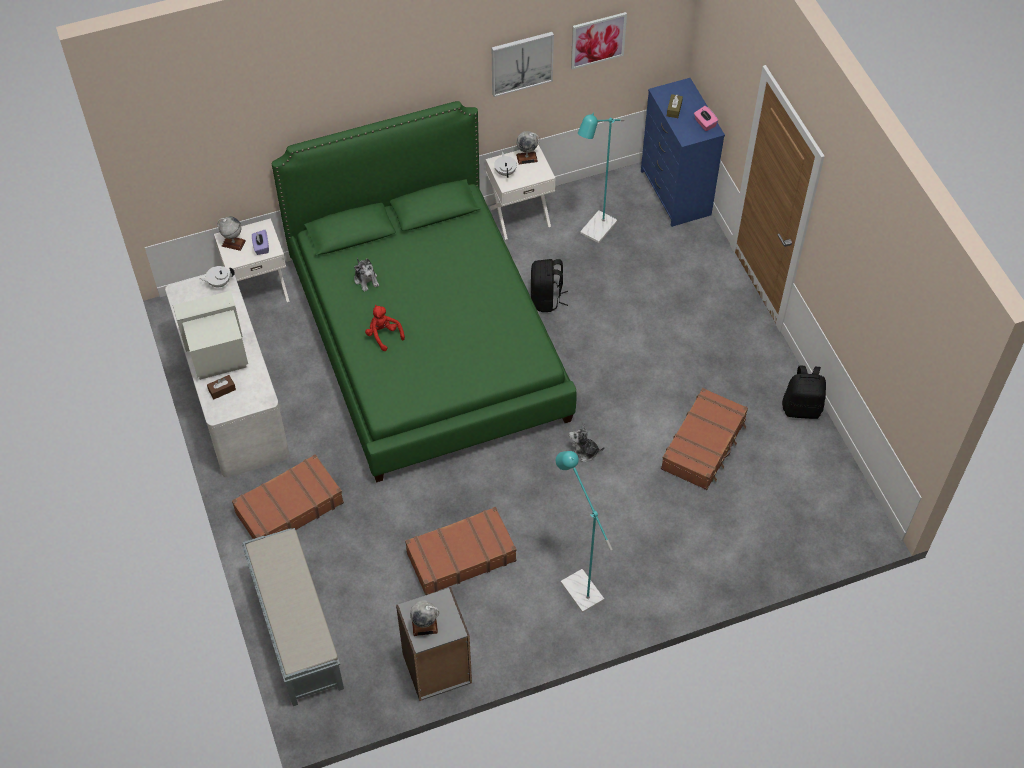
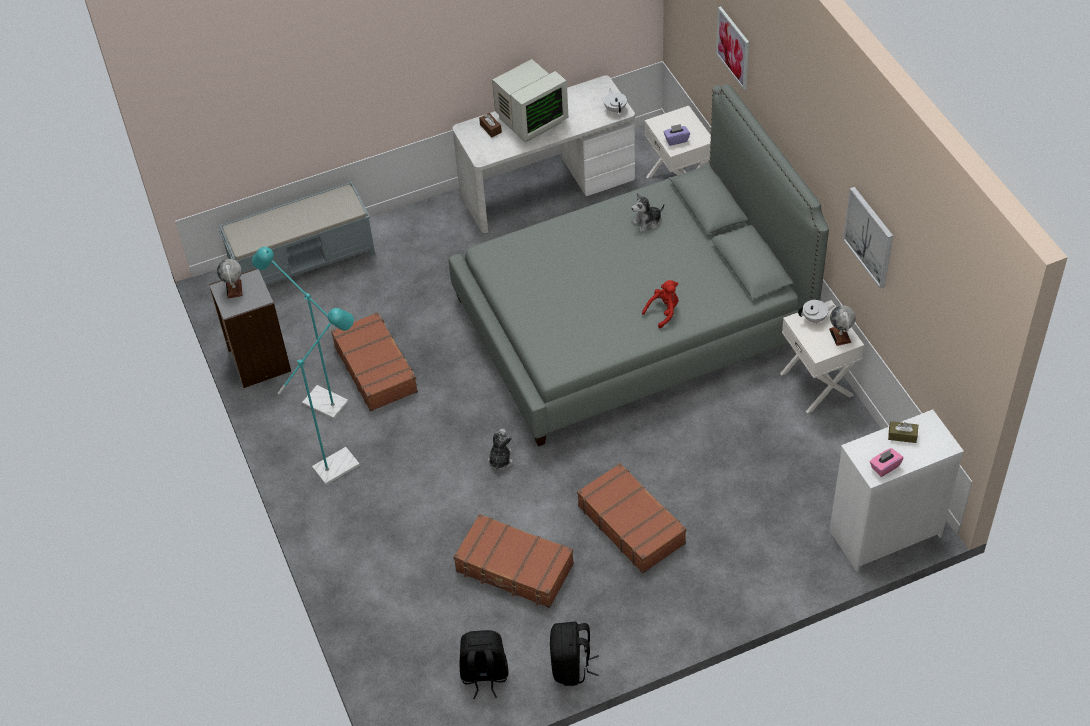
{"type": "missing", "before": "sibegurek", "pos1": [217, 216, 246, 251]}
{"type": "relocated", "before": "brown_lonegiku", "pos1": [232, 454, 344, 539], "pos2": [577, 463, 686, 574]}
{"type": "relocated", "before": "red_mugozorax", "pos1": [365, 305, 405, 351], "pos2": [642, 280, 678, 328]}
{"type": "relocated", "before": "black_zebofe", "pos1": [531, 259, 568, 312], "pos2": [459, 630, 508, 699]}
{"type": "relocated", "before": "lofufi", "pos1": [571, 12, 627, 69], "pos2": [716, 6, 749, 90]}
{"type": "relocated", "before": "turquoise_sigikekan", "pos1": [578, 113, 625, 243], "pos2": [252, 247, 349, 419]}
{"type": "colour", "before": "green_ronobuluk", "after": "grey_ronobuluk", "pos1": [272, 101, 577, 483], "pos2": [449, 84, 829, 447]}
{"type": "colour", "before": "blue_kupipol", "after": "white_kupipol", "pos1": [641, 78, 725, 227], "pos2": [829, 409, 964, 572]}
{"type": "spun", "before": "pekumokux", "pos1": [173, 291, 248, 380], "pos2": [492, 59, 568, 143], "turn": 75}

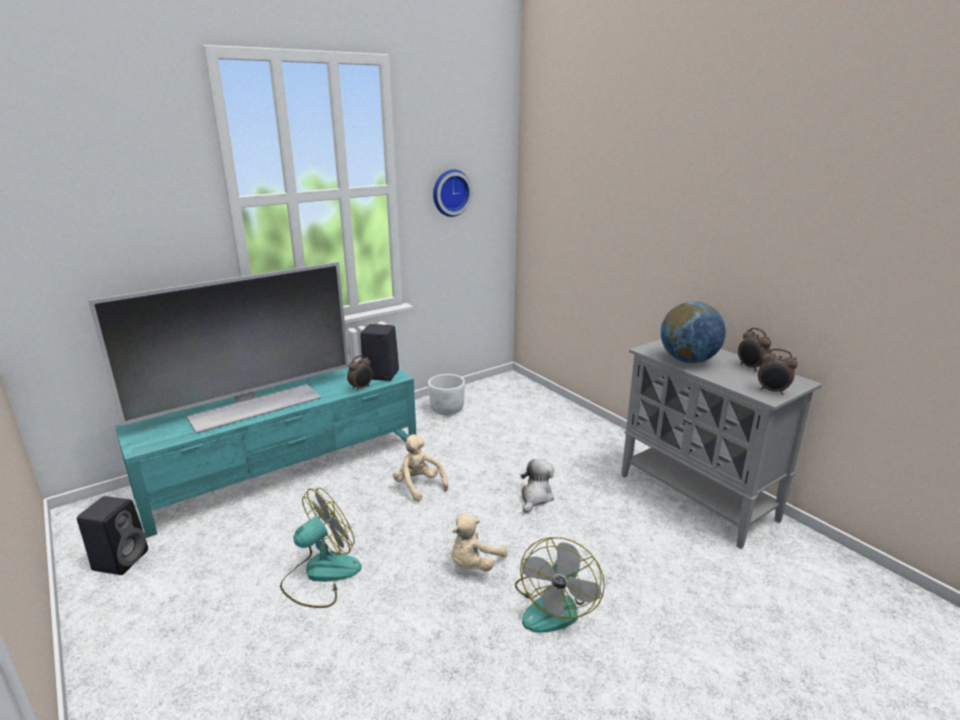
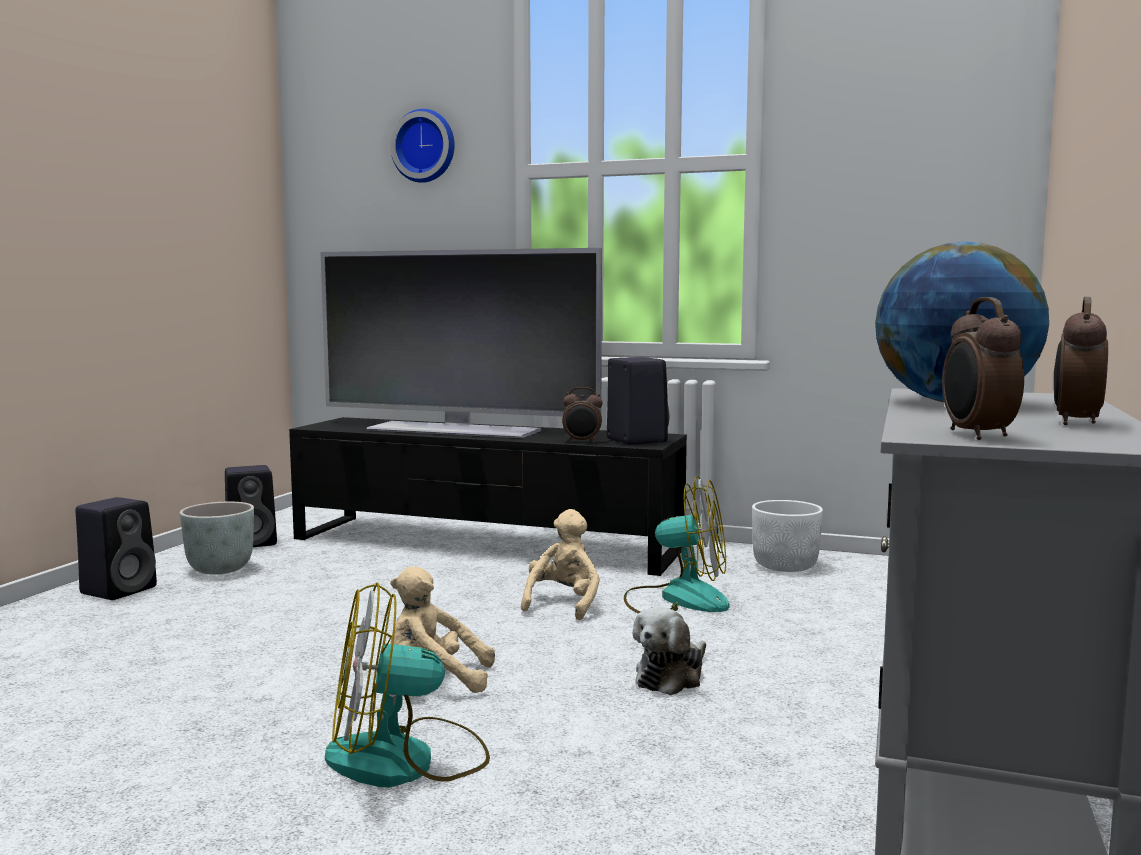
{"type": "appeared", "after": "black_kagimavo", "pos2": [76, 497, 157, 600]}
{"type": "appeared", "after": "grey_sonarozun", "pos2": [180, 502, 254, 575]}
{"type": "relocated", "before": "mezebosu", "pos1": [280, 488, 361, 608], "pos2": [624, 476, 730, 614]}
{"type": "relocated", "before": "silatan", "pos1": [433, 170, 472, 217], "pos2": [390, 109, 455, 183]}
{"type": "colour", "before": "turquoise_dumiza", "after": "black_dumiza", "pos1": [115, 367, 416, 538], "pos2": [289, 417, 687, 576]}
{"type": "spun", "before": "mugozorax", "pos1": [521, 459, 554, 513], "pos2": [633, 607, 706, 695], "turn": 135}

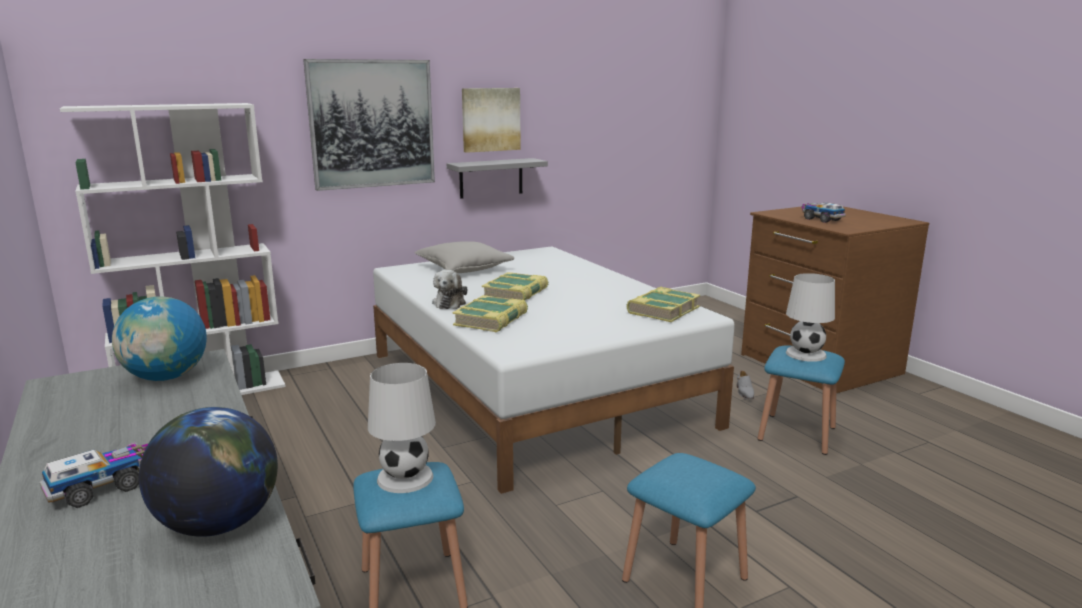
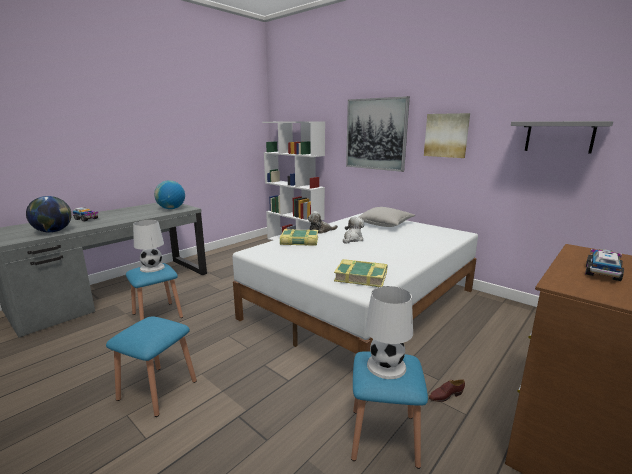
{"type": "relocated", "before": "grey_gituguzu", "pos1": [447, 158, 548, 199], "pos2": [511, 121, 613, 154]}
{"type": "exchanged", "before": "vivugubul", "after": "mugozorax", "pos1": [482, 272, 548, 301], "pos2": [343, 217, 364, 244]}
{"type": "colour", "before": "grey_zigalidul", "after": "brown_zigalidul", "pos1": [737, 371, 754, 400], "pos2": [429, 379, 465, 402]}

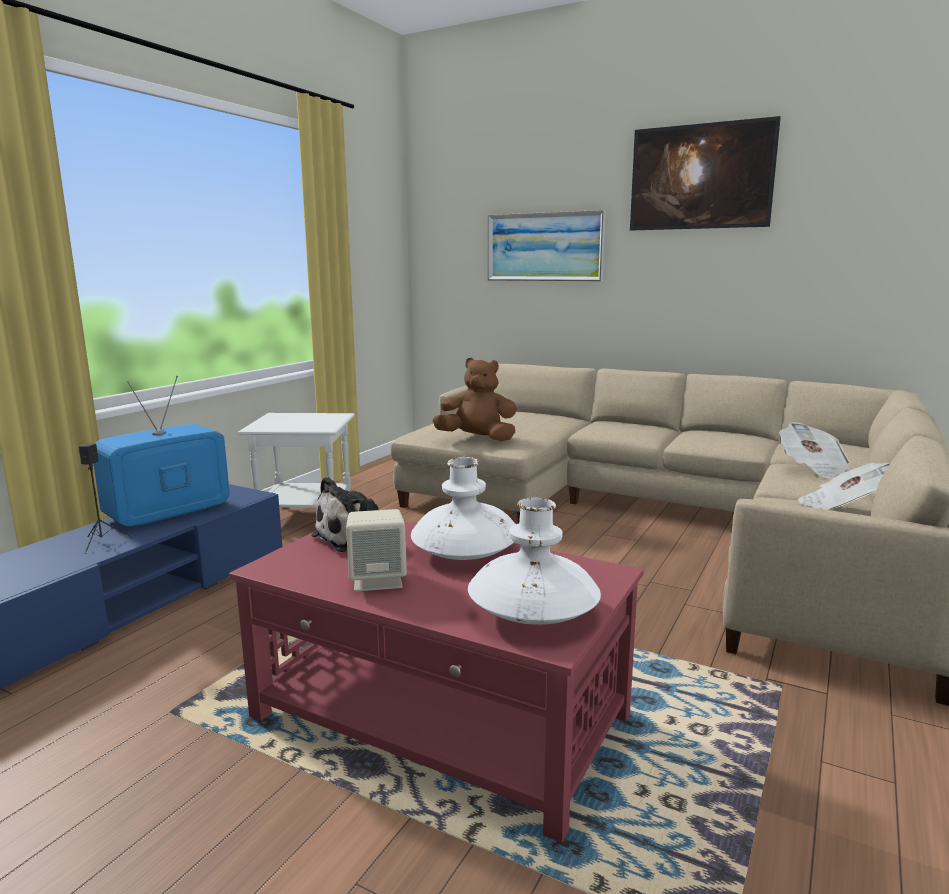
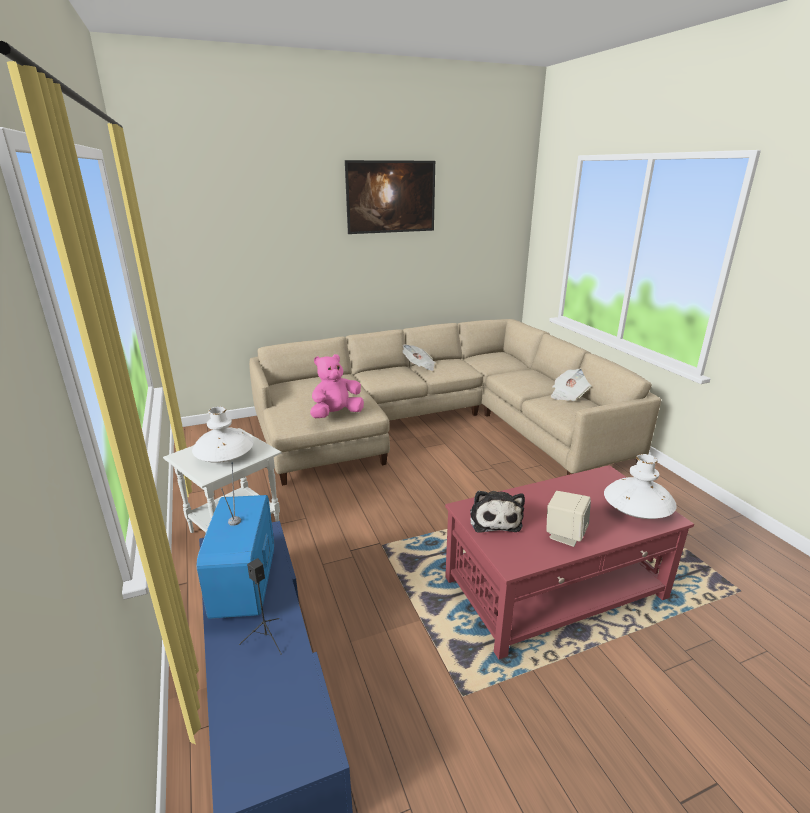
{"type": "missing", "before": "lofufi", "pos1": [488, 210, 605, 281]}
{"type": "relocated", "before": "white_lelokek", "pos1": [411, 457, 516, 560], "pos2": [192, 406, 254, 463]}
{"type": "relocated", "before": "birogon", "pos1": [779, 422, 852, 478], "pos2": [402, 344, 436, 371]}
{"type": "colour", "before": "brown_mugozorax", "after": "pink_mugozorax", "pos1": [432, 357, 517, 441], "pos2": [310, 354, 364, 418]}

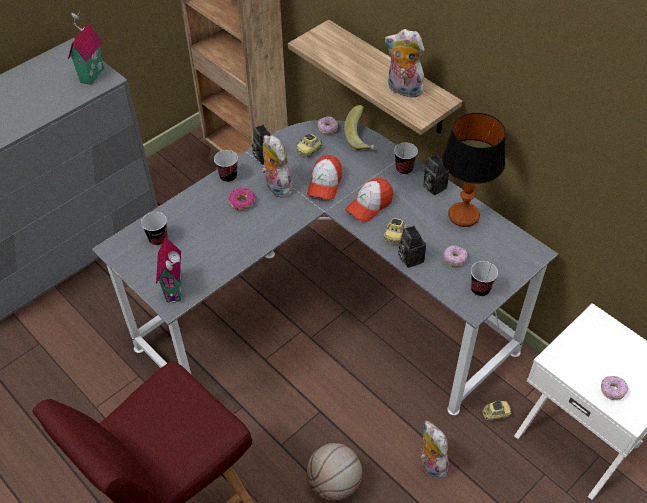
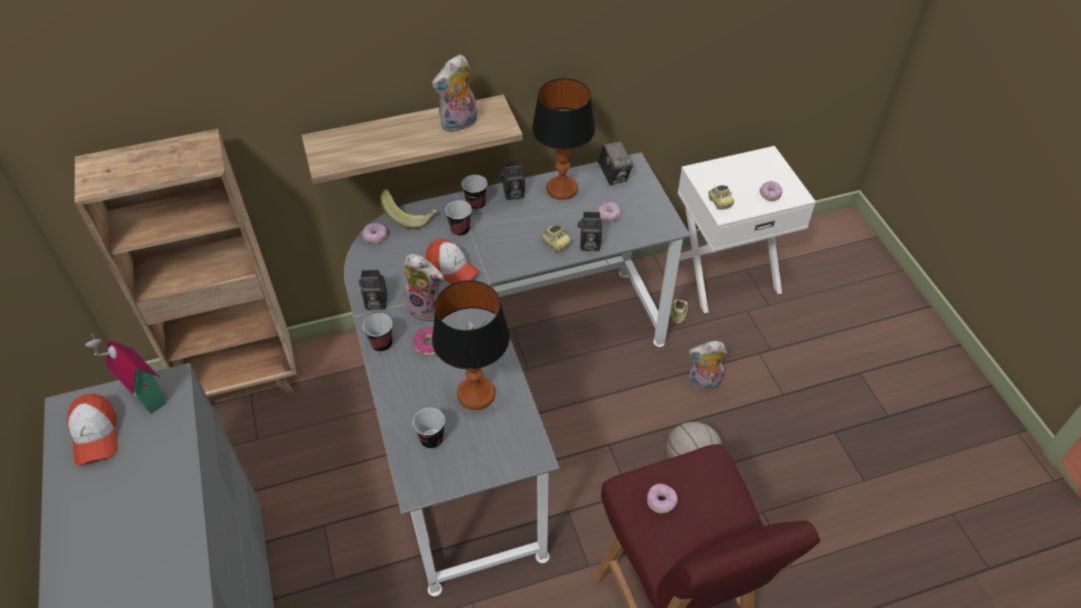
{"type": "missing", "before": "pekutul", "pos1": [156, 237, 182, 303]}
{"type": "appeared", "after": "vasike", "pos2": [432, 280, 510, 410]}
{"type": "appeared", "after": "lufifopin", "pos2": [598, 141, 633, 185]}
{"type": "appeared", "after": "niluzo", "pos2": [647, 483, 678, 514]}
{"type": "relocated", "before": "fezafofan", "pos1": [296, 134, 322, 158], "pos2": [708, 185, 734, 210]}
{"type": "relocated", "before": "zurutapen", "pos1": [345, 178, 393, 222], "pos2": [67, 393, 118, 465]}
{"type": "relocated", "before": "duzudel", "pos1": [471, 261, 498, 297], "pos2": [445, 200, 472, 237]}
{"type": "spun", "before": "mugozorax", "pos1": [262, 135, 295, 198], "pos2": [403, 254, 445, 323], "turn": -150}

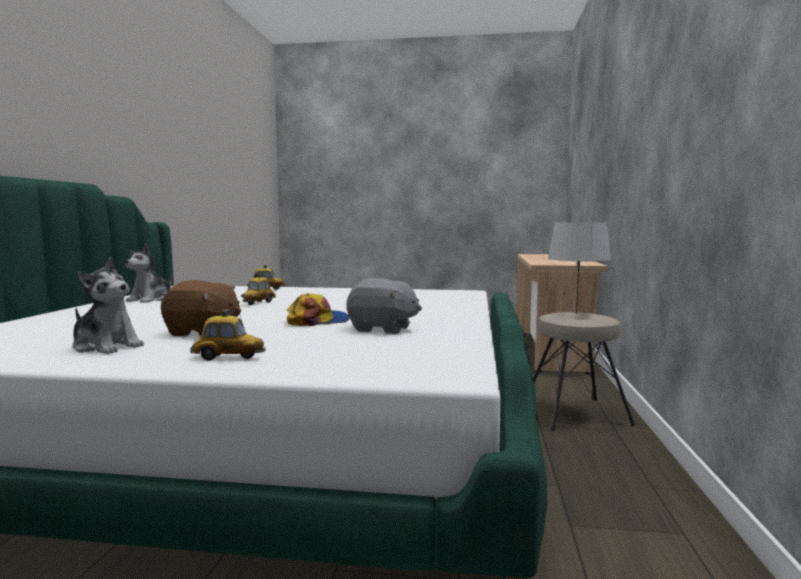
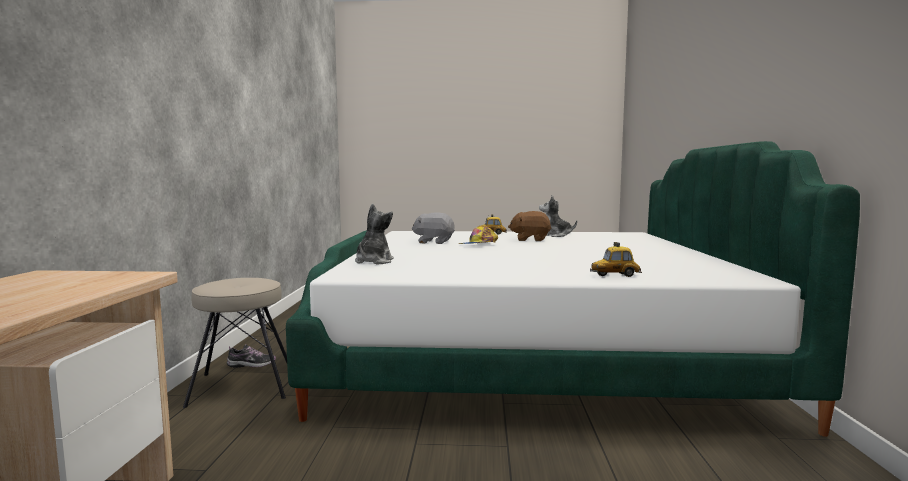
{"type": "missing", "before": "fezafofan", "pos1": [241, 274, 276, 305]}
{"type": "missing", "before": "grey_vasike", "pos1": [548, 222, 611, 313]}
{"type": "appeared", "after": "zigalidul", "pos2": [227, 344, 276, 368]}
{"type": "relocated", "before": "mugozorax", "pos1": [125, 244, 172, 303], "pos2": [355, 204, 394, 265]}

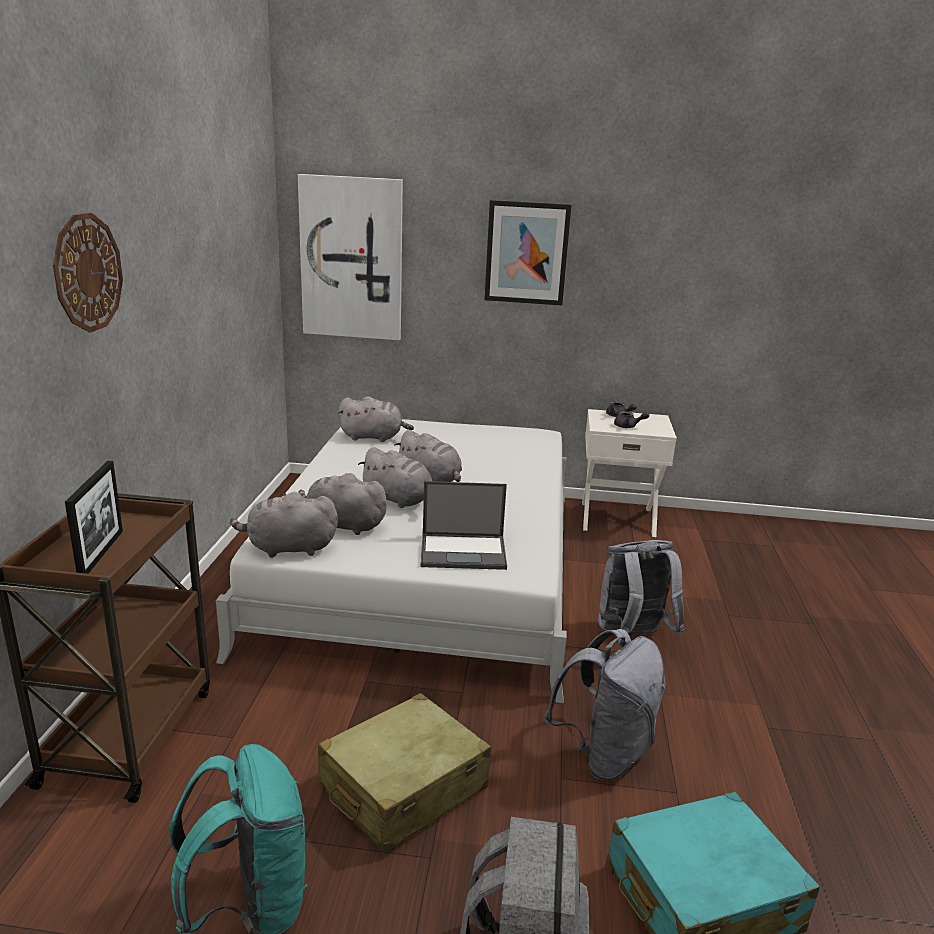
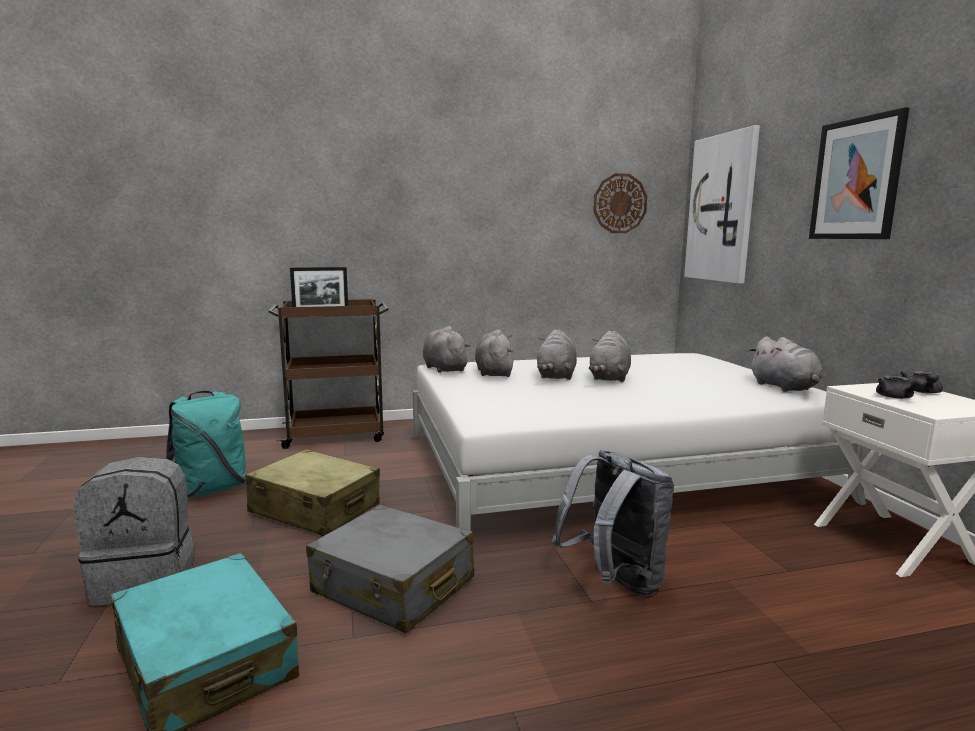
{"type": "missing", "before": "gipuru", "pos1": [420, 481, 507, 570]}
{"type": "relocated", "before": "silatan", "pos1": [53, 213, 123, 333], "pos2": [593, 173, 647, 233]}
{"type": "relocated", "before": "grey_mugozorax", "pos1": [338, 396, 414, 442], "pos2": [749, 337, 822, 392]}
{"type": "exchanged", "before": "grey_zebofe", "after": "grey_lonegiku", "pos1": [544, 629, 666, 780], "pos2": [306, 505, 474, 633]}

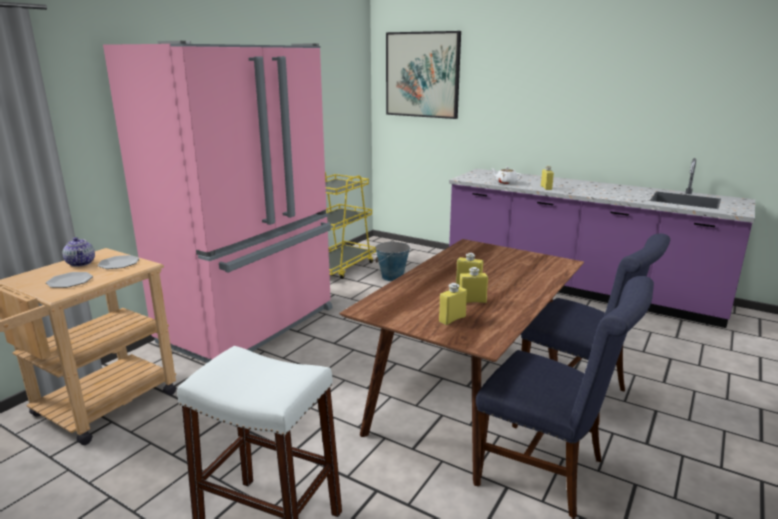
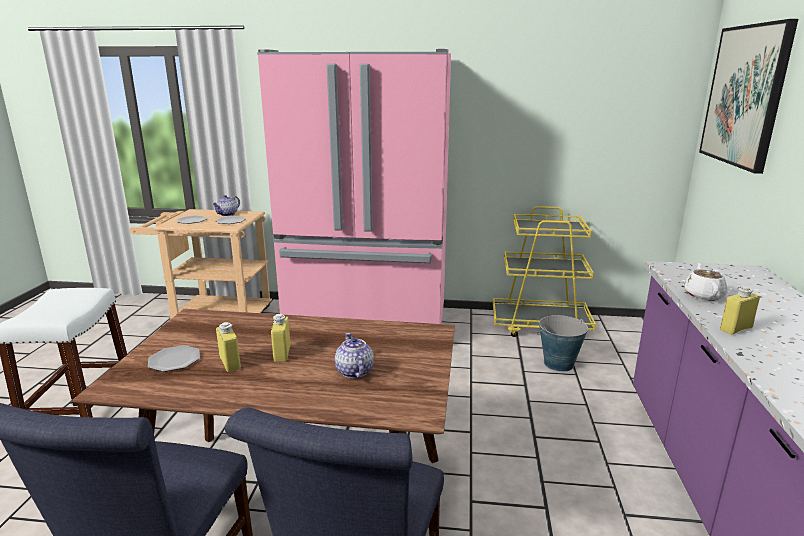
{"type": "appeared", "after": "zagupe", "pos2": [335, 333, 374, 379]}
{"type": "exchanged", "before": "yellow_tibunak", "after": "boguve", "pos1": [439, 283, 467, 325], "pos2": [148, 345, 200, 372]}

